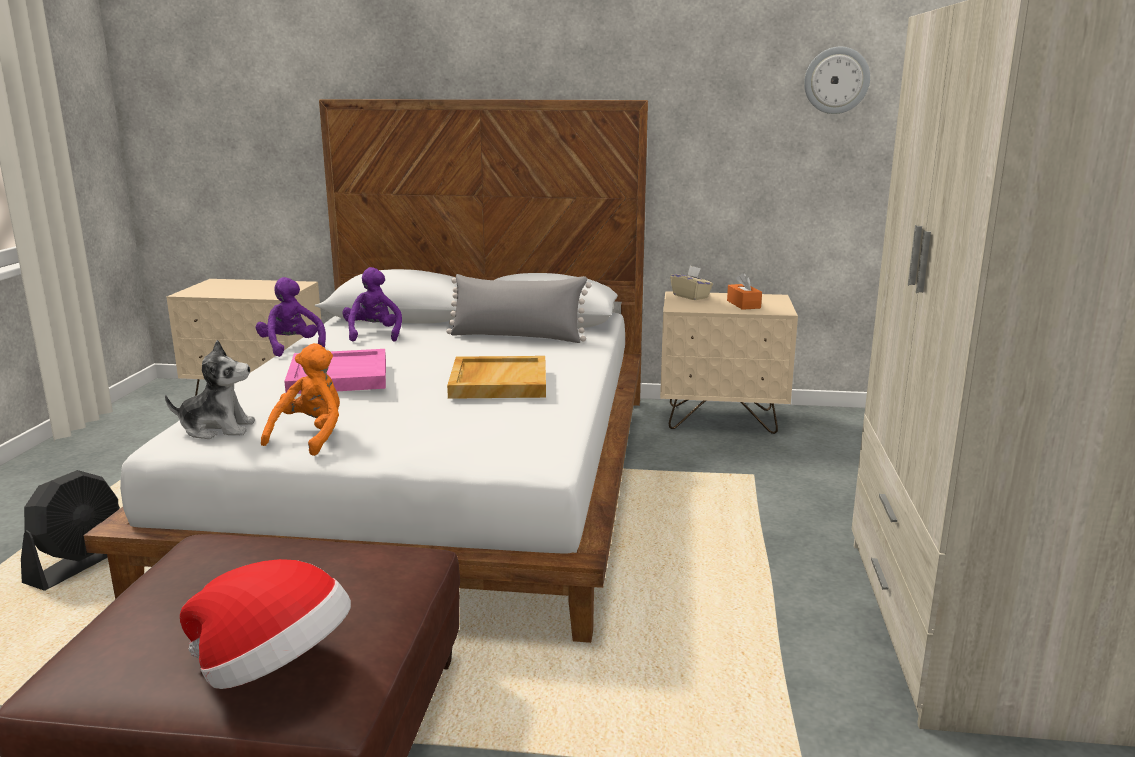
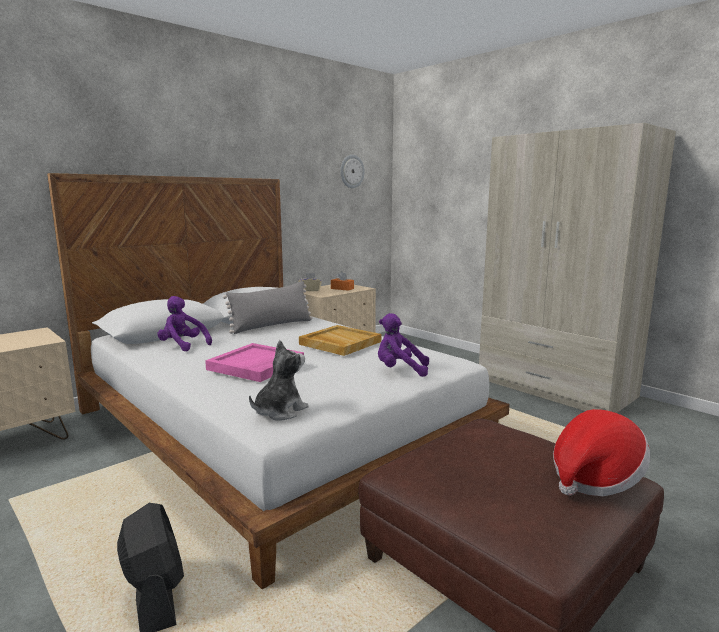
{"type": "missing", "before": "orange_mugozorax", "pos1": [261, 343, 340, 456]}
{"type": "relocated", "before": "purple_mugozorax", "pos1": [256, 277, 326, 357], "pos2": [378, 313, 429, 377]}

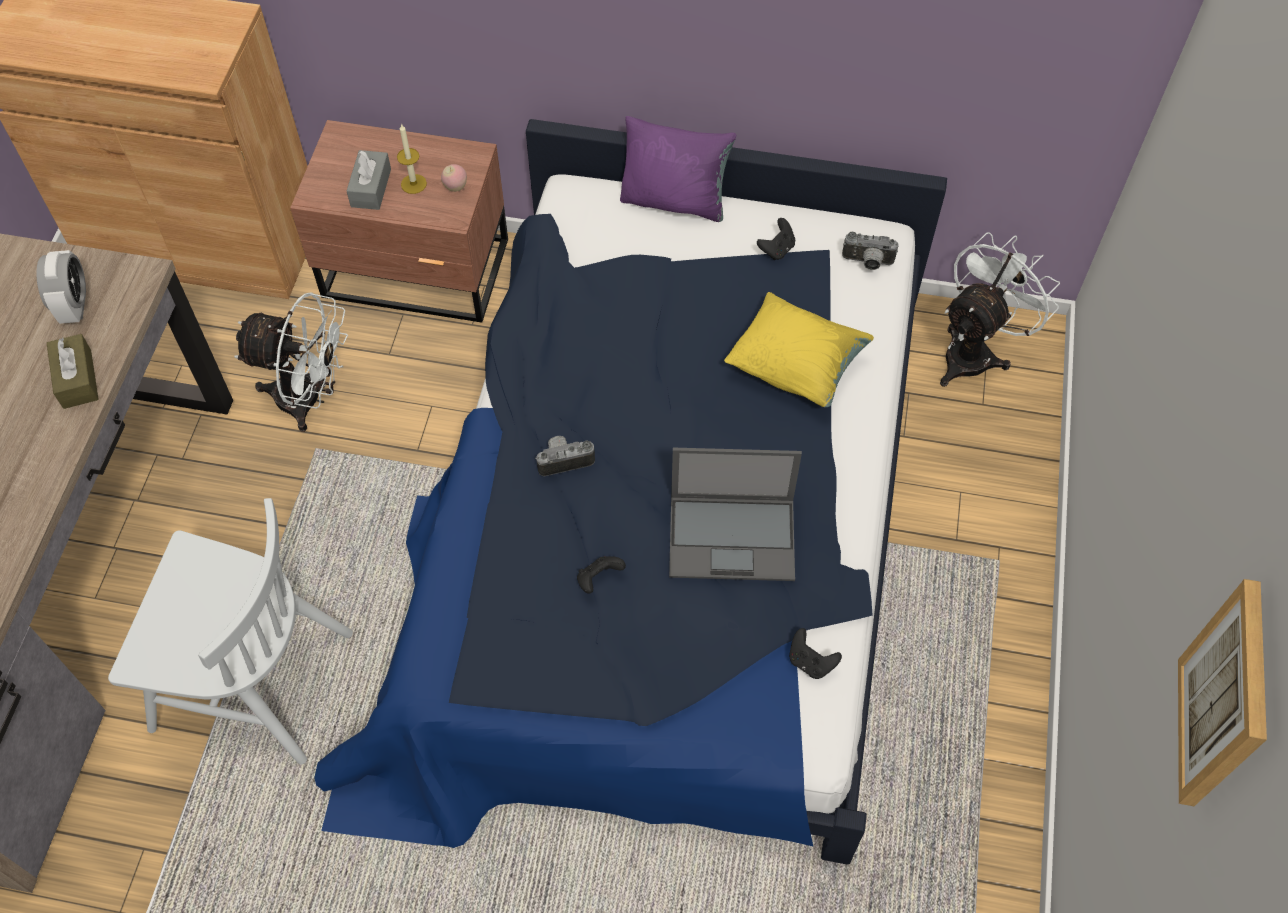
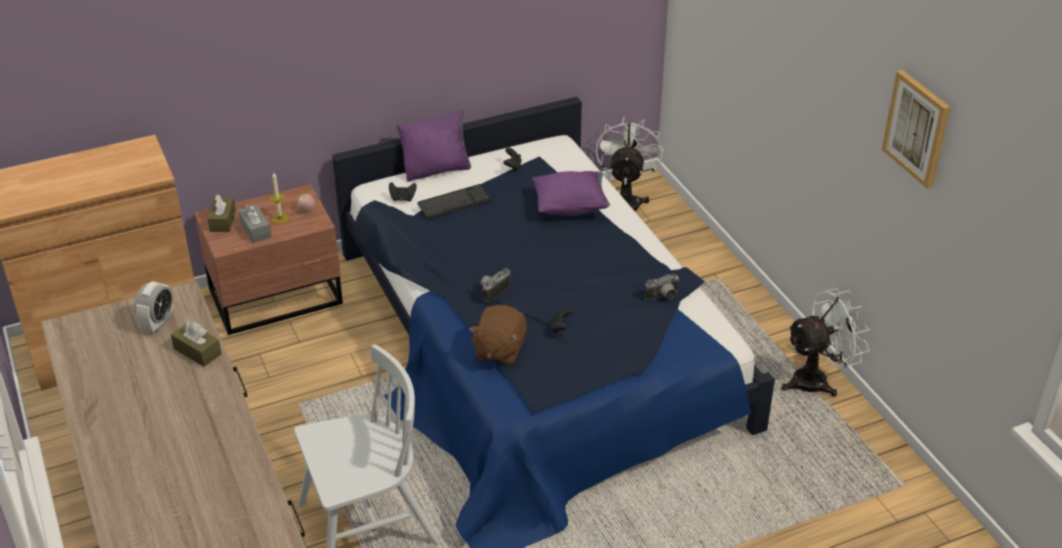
{"type": "missing", "before": "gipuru", "pos1": [669, 448, 802, 581]}
{"type": "appeared", "after": "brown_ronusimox", "pos2": [208, 194, 236, 232]}
{"type": "appeared", "after": "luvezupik", "pos2": [417, 184, 491, 220]}
{"type": "appeared", "after": "brown_mugozorax", "pos2": [469, 305, 527, 365]}
{"type": "relocated", "before": "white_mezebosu", "pos1": [234, 292, 348, 432], "pos2": [781, 288, 870, 397]}
{"type": "relocated", "before": "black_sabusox", "pos1": [789, 628, 842, 679], "pos2": [389, 182, 417, 202]}
{"type": "relocated", "before": "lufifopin", "pos1": [842, 231, 899, 270], "pos2": [645, 274, 679, 301]}
{"type": "colour", "before": "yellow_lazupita", "after": "purple_lazupita", "pos1": [724, 292, 874, 407], "pos2": [532, 171, 610, 216]}
{"type": "spun", "before": "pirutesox", "pos1": [36, 250, 86, 324], "pos2": [135, 281, 173, 332], "turn": 60}

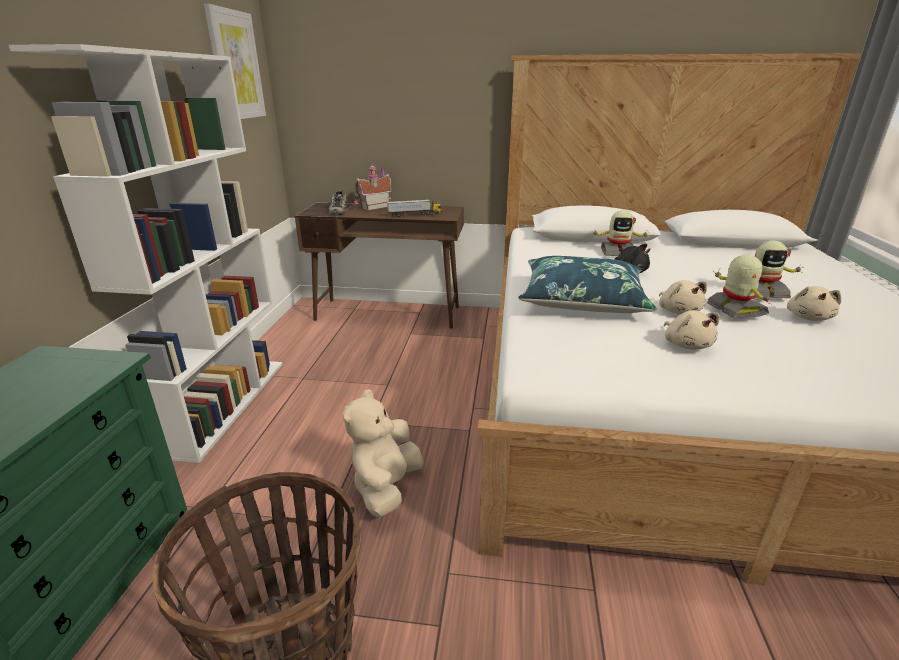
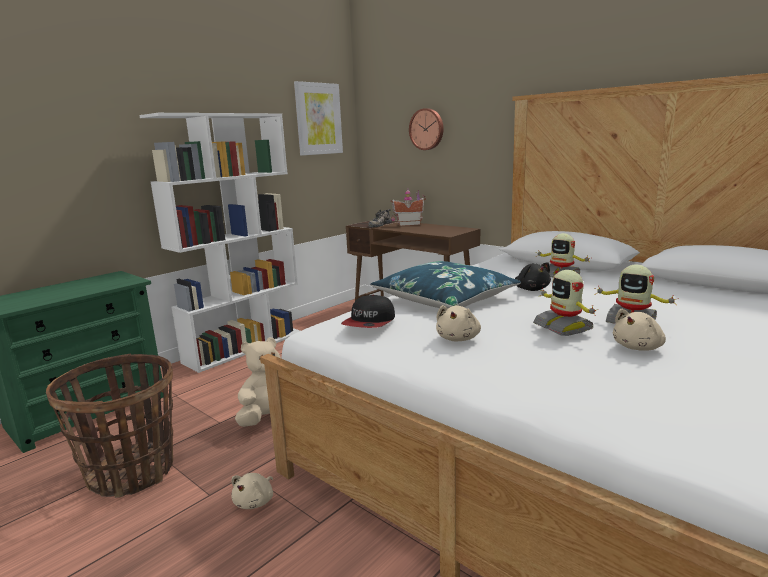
{"type": "missing", "before": "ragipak", "pos1": [387, 199, 442, 217]}
{"type": "appeared", "after": "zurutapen", "pos2": [341, 295, 395, 328]}
{"type": "appeared", "after": "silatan", "pos2": [409, 108, 444, 150]}
{"type": "relocated", "before": "beige_mugozorax", "pos1": [659, 280, 707, 314], "pos2": [231, 473, 273, 509]}
{"type": "spun", "before": "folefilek", "pos1": [707, 255, 771, 318], "pos2": [533, 270, 599, 336], "turn": 135}

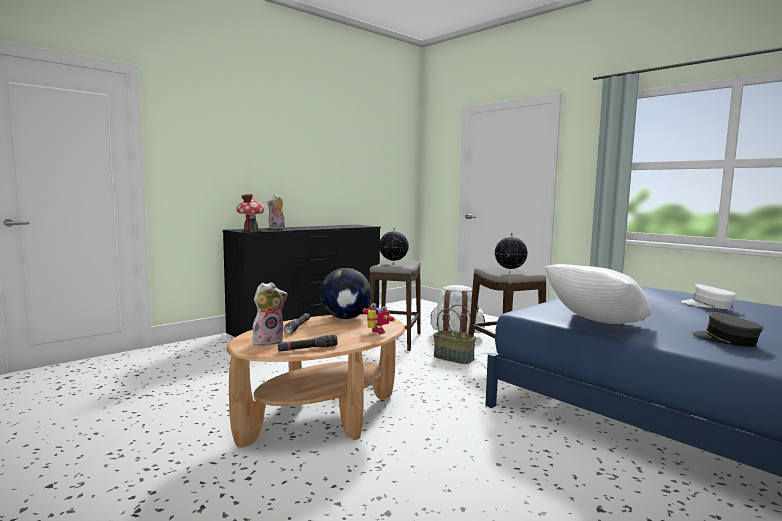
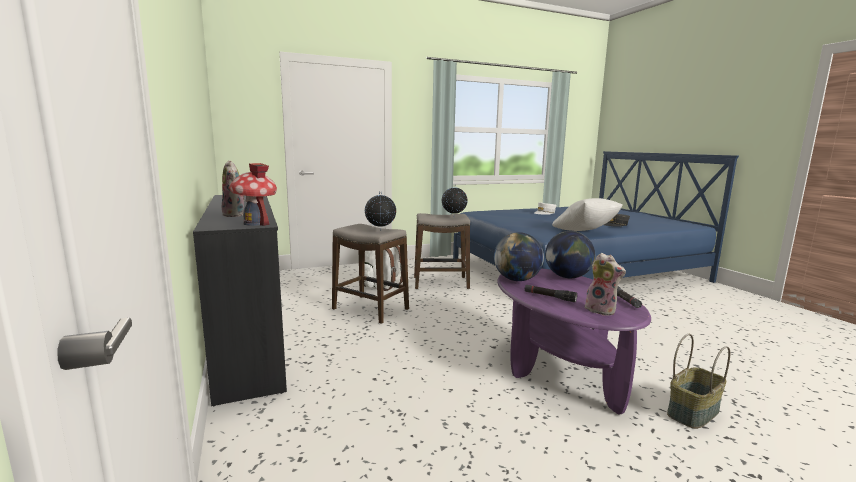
{"type": "relocated", "before": "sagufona", "pos1": [433, 304, 476, 364], "pos2": [667, 334, 730, 429]}
{"type": "exchanged", "before": "folefilek", "after": "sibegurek", "pos1": [363, 303, 395, 334], "pos2": [545, 231, 595, 278]}
{"type": "colour", "before": "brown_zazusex", "after": "purple_zazusex", "pos1": [226, 314, 405, 448], "pos2": [497, 269, 651, 415]}
{"type": "spun", "before": "mugozorax", "pos1": [253, 282, 288, 345], "pos2": [583, 253, 626, 316], "turn": 150}

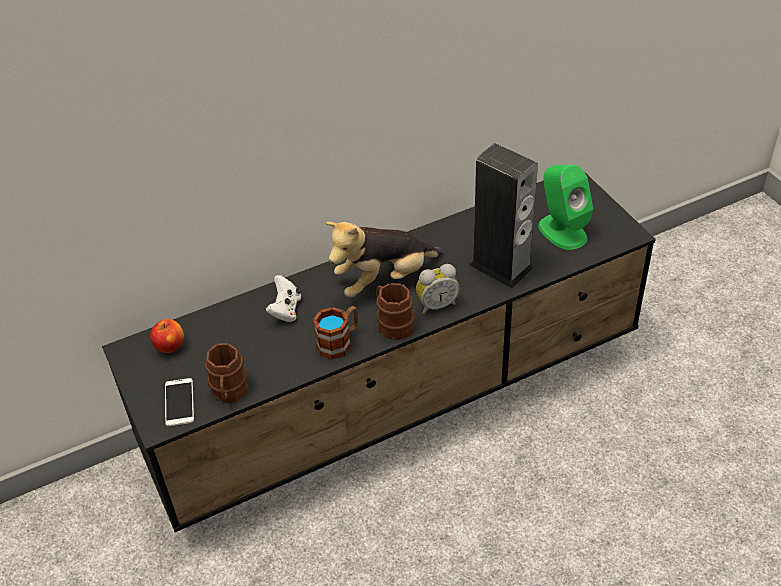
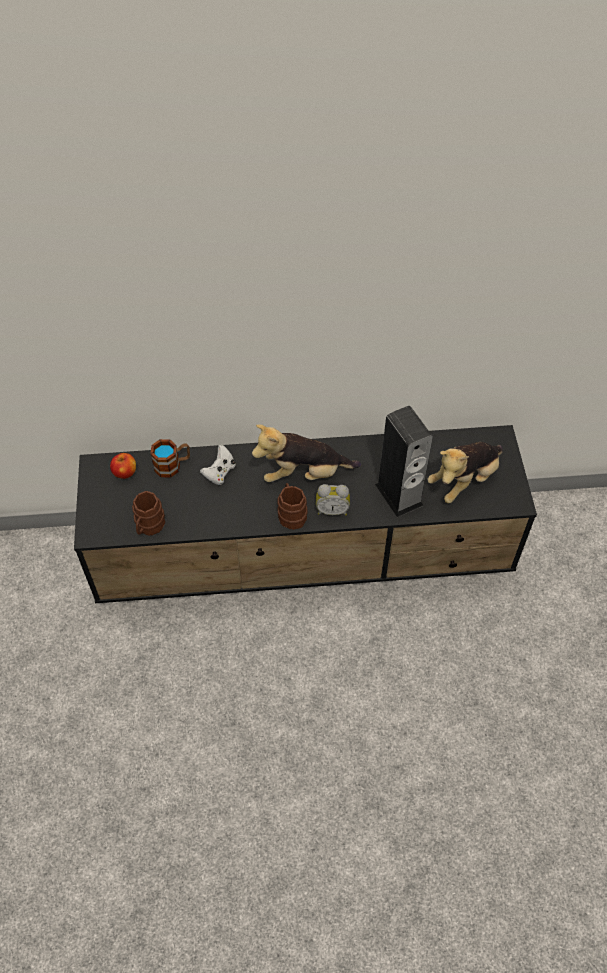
{"type": "missing", "before": "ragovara", "pos1": [165, 378, 194, 426]}
{"type": "relocated", "before": "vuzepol", "pos1": [313, 306, 358, 360], "pos2": [150, 439, 190, 478]}
{"type": "exchanged", "before": "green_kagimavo", "after": "mugozorax", "pos1": [538, 165, 593, 250], "pos2": [428, 442, 503, 503]}

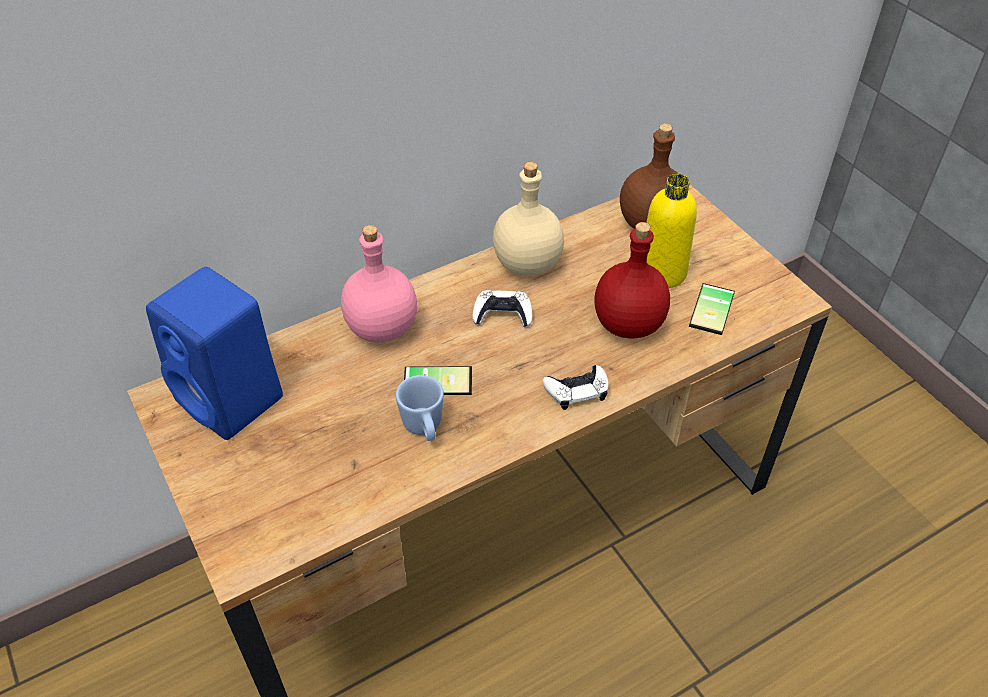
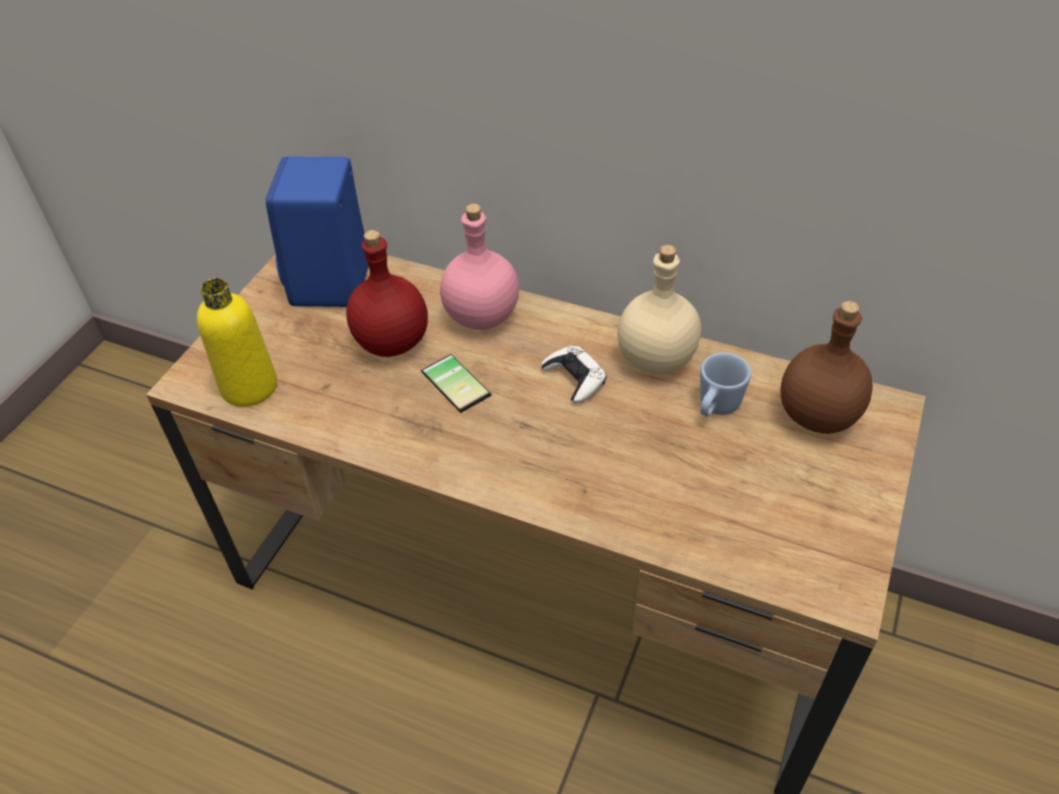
{"type": "missing", "before": "white_sabusox", "pos1": [543, 365, 609, 410]}
{"type": "missing", "before": "ragovara", "pos1": [689, 283, 735, 335]}
{"type": "relocated", "before": "blue_vuzepol", "pos1": [396, 375, 444, 441], "pos2": [700, 353, 751, 417]}
{"type": "relocated", "before": "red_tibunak", "pos1": [594, 222, 670, 339], "pos2": [346, 230, 428, 357]}
{"type": "relocated", "before": "yellow_tibunak", "pos1": [646, 174, 697, 288], "pos2": [197, 278, 277, 407]}

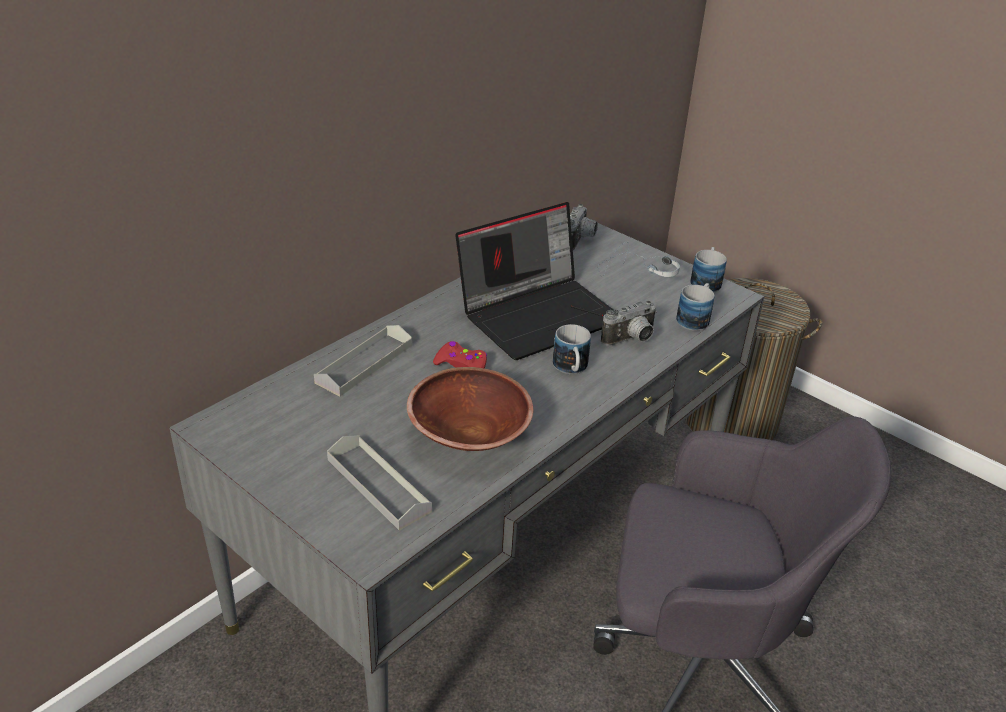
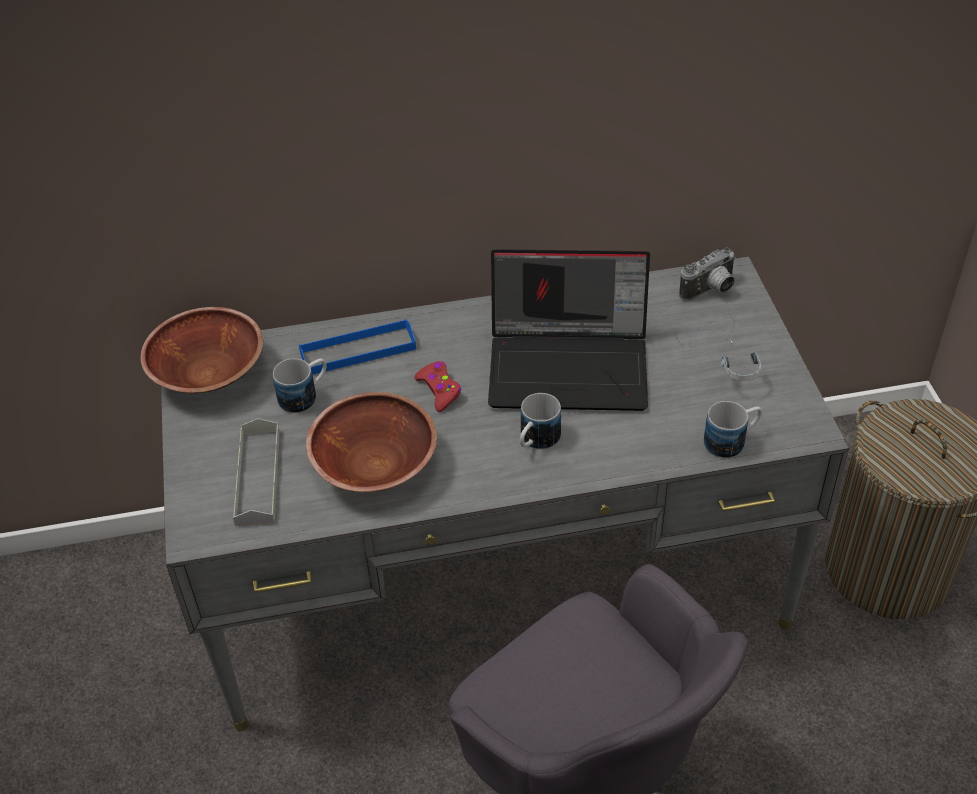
{"type": "missing", "before": "lufifopin", "pos1": [601, 300, 657, 346]}
{"type": "appeared", "after": "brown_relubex", "pos2": [140, 307, 263, 393]}
{"type": "relocated", "before": "vuzepol", "pos1": [690, 247, 727, 293], "pos2": [273, 358, 326, 413]}
{"type": "colour", "before": "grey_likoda", "after": "blue_likoda", "pos1": [314, 325, 412, 396], "pos2": [299, 319, 416, 375]}

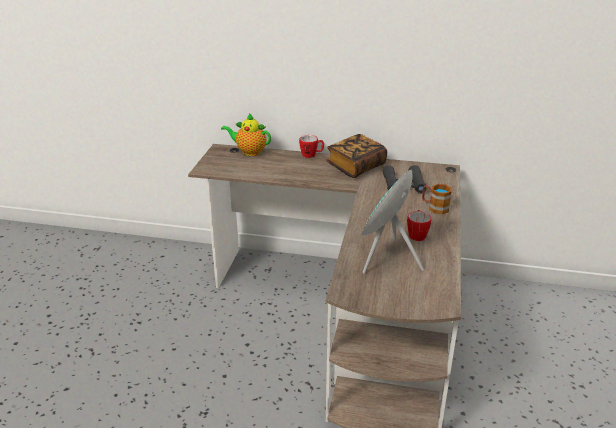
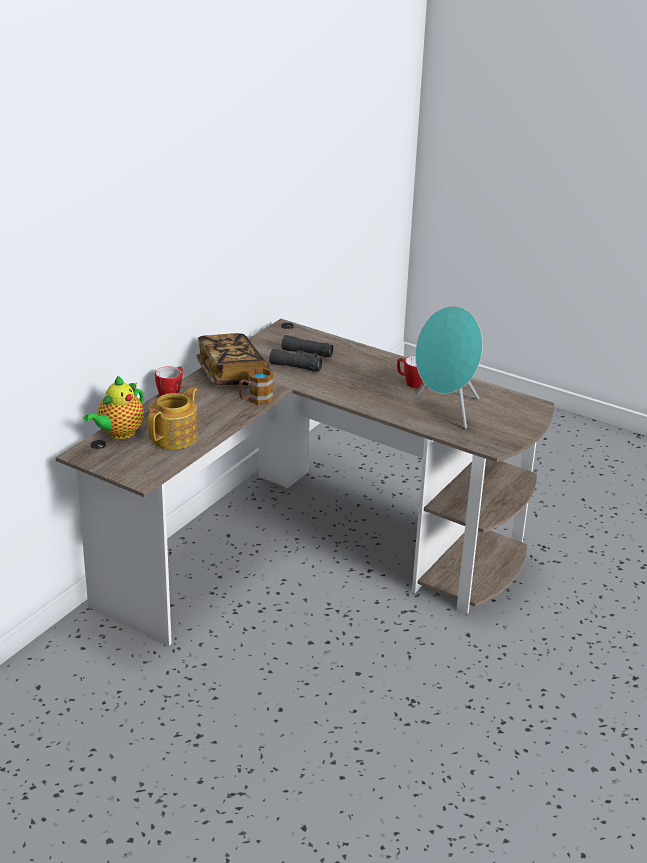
{"type": "appeared", "after": "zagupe", "pos2": [148, 387, 198, 449]}
{"type": "relocated", "before": "vuzepol", "pos1": [422, 184, 452, 214], "pos2": [239, 367, 273, 405]}

